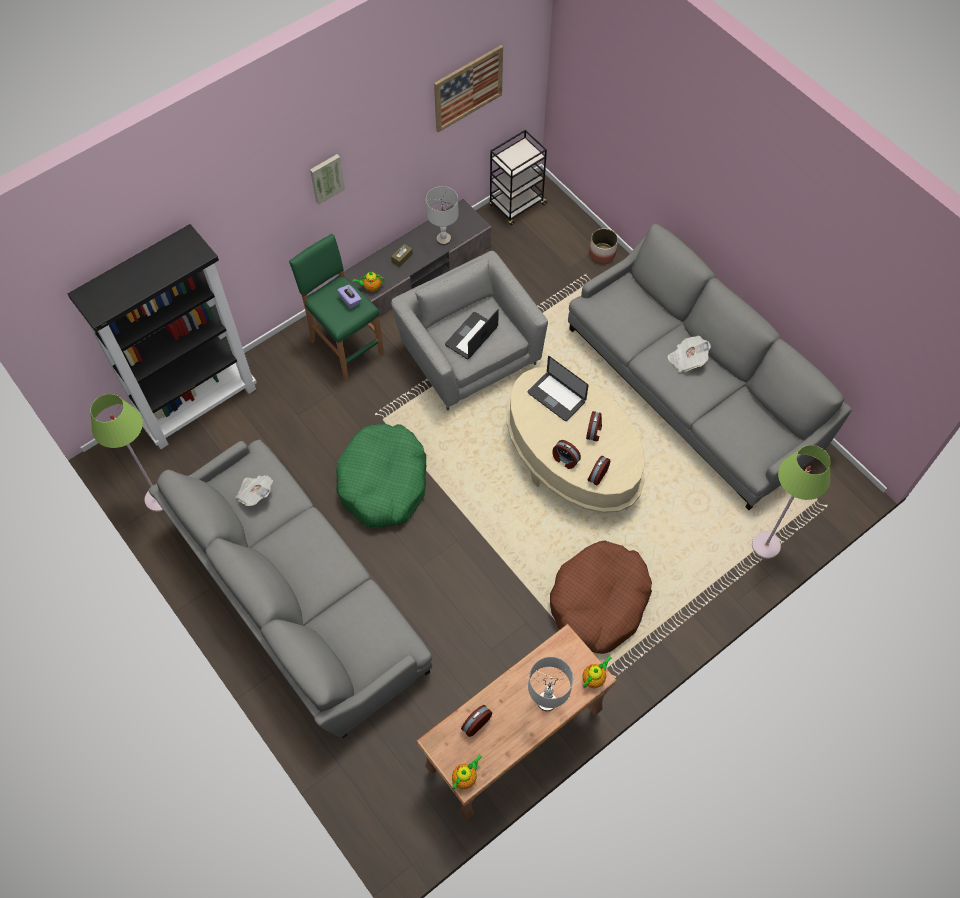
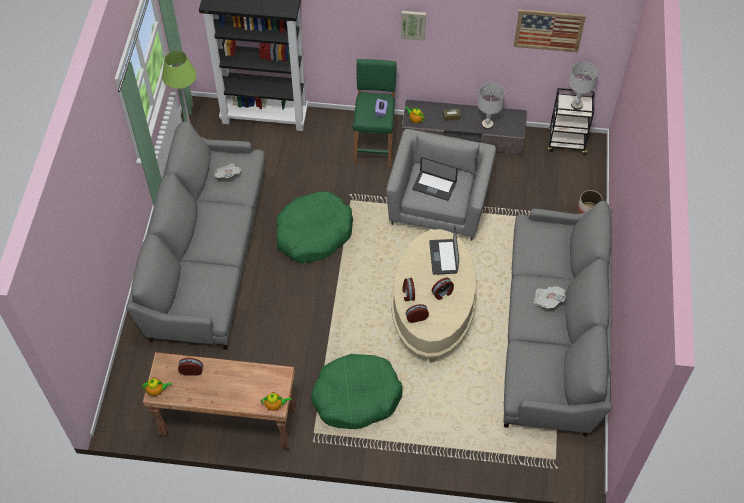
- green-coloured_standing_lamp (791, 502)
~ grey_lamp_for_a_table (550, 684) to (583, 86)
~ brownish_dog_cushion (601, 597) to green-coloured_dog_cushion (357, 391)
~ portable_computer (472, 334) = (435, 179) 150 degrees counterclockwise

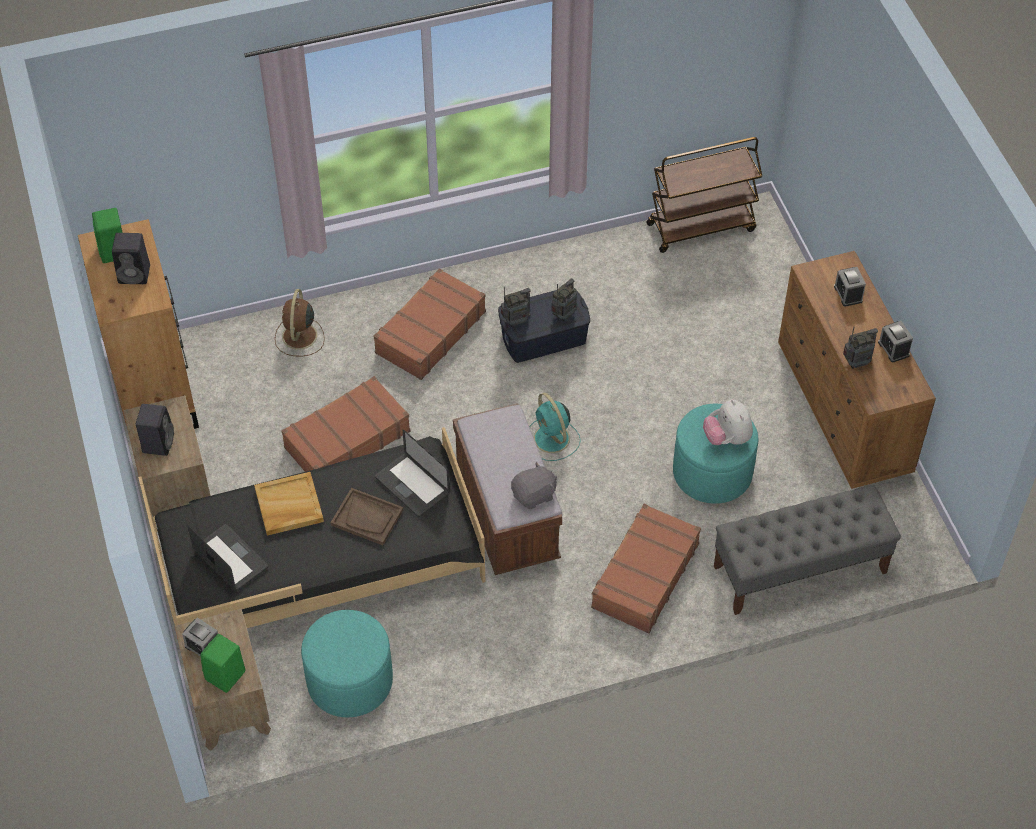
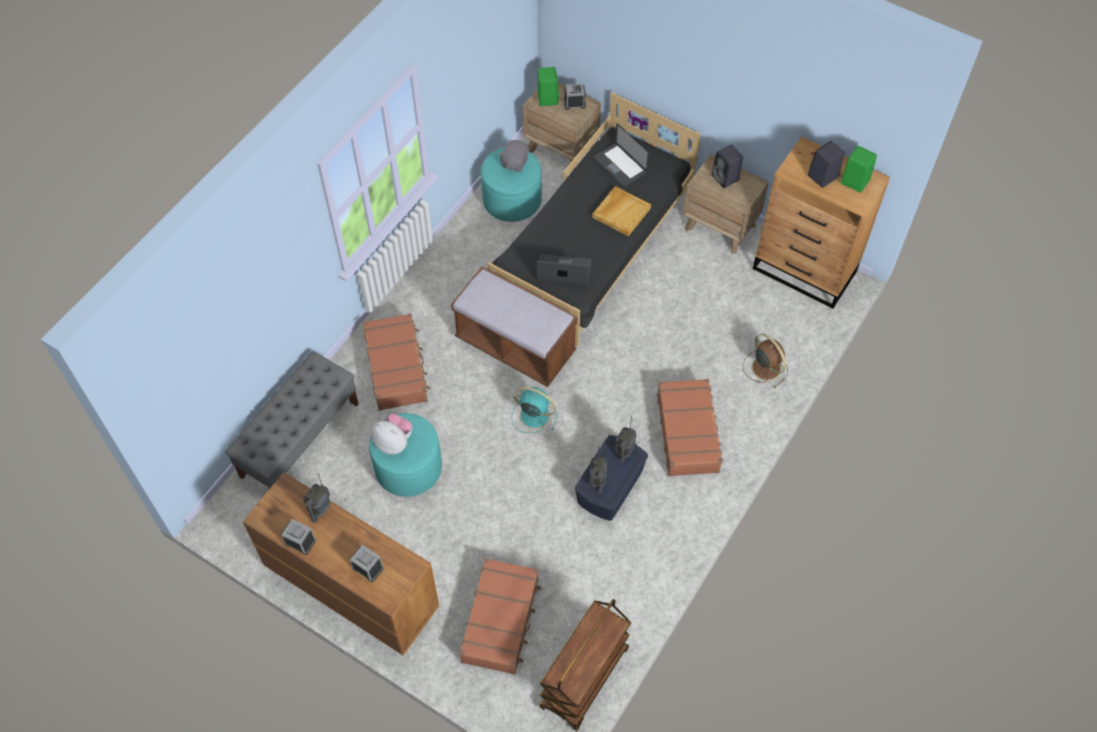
- brownish_serving_tray (367, 516)
~ brownish_piece_of_luggage (346, 424) to (500, 616)
~ grey_cuddly_toy (534, 485) to (514, 156)
~ portable_computer (227, 557) = (621, 155) 45 degrees clockwise

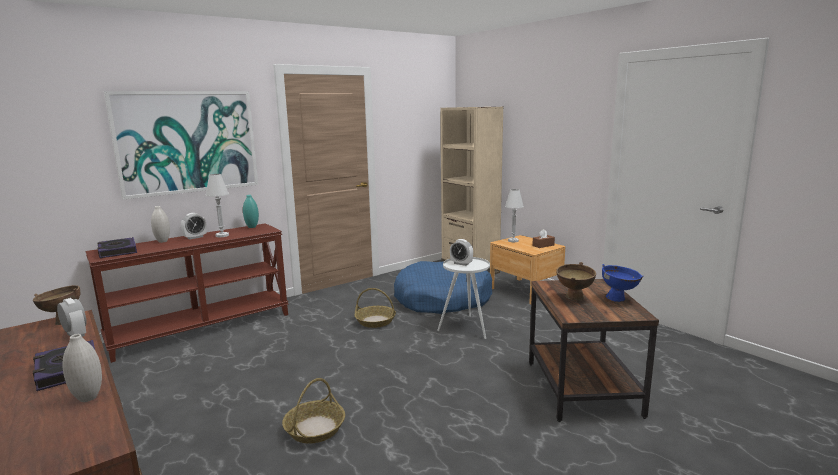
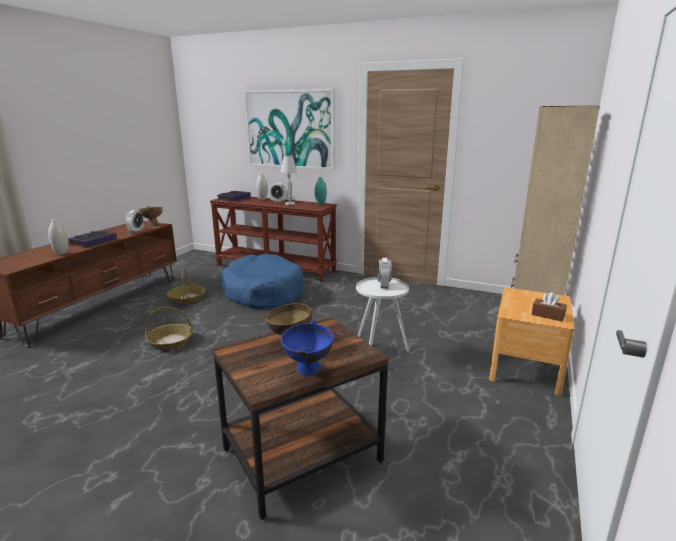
- white_lamp_for_a_table (514, 215)
~ storage_basket (375, 308) to (186, 286)
~ blue-coloured_dog_cushion (443, 287) to (262, 282)

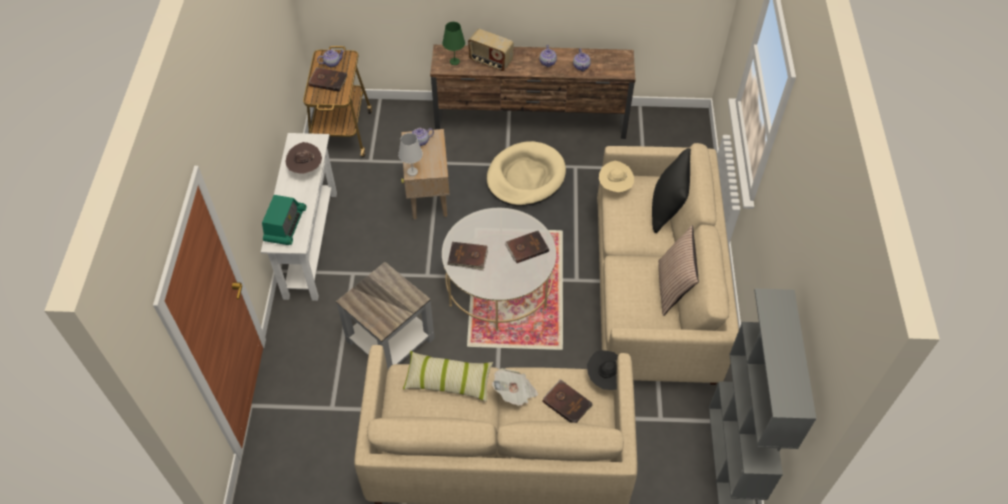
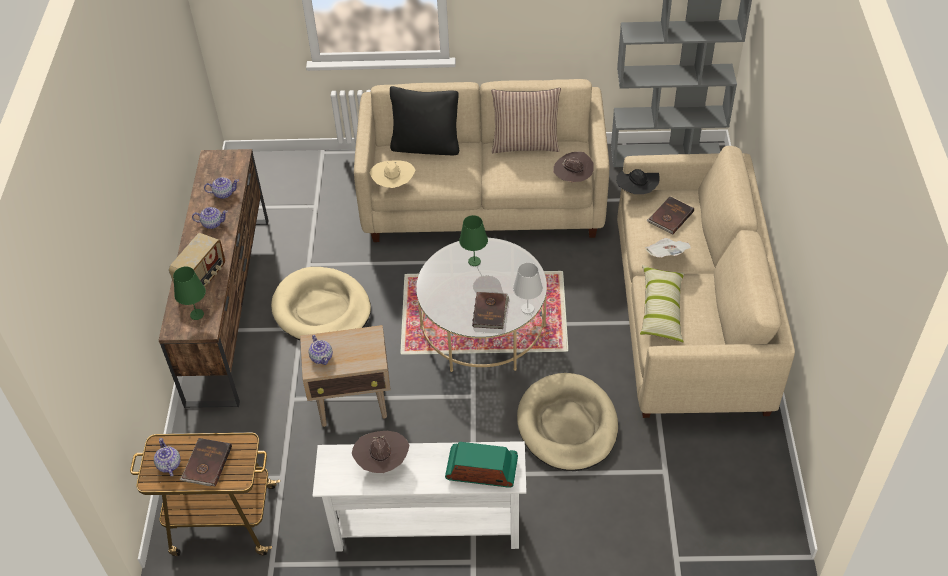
+ brownish_hat (573, 167)
~ white_lamp_for_a_table (410, 154) to (528, 288)
~ grey_accent_table (385, 315) to beige-coloured_dog_cushion (567, 422)
~ brownish_volume (527, 247) to green-coloured_lamp_for_a_table (473, 240)

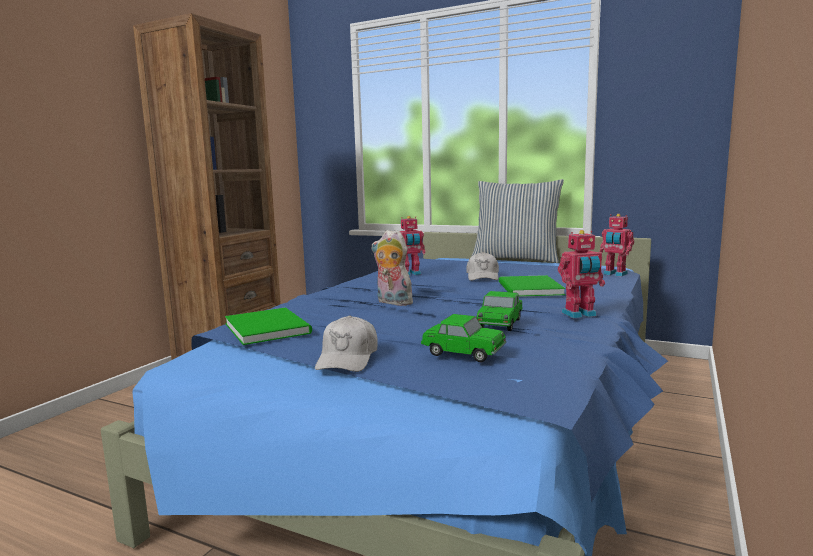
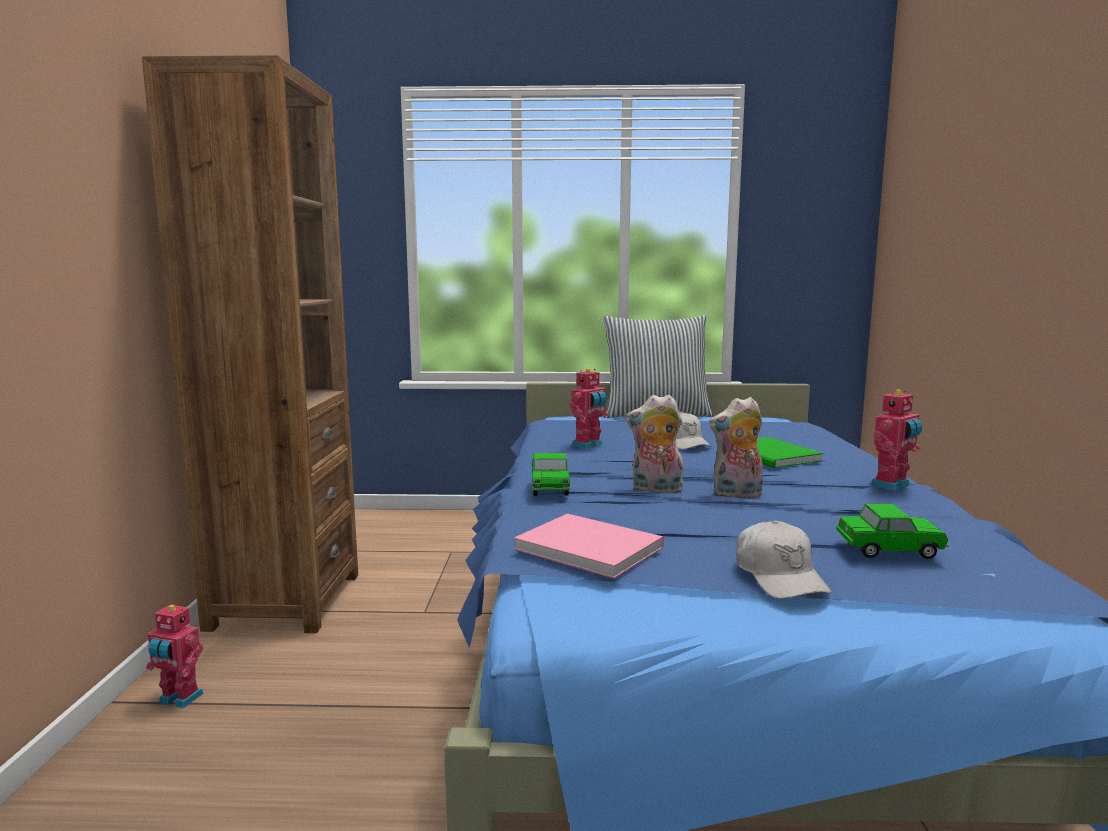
+ cuddly_toy (736, 447)
~ miniature_car (499, 311) to (551, 474)
~ model_robot (616, 245) to (175, 656)
~ green-coloured_volume (268, 326) to pink-coloured_volume (589, 546)

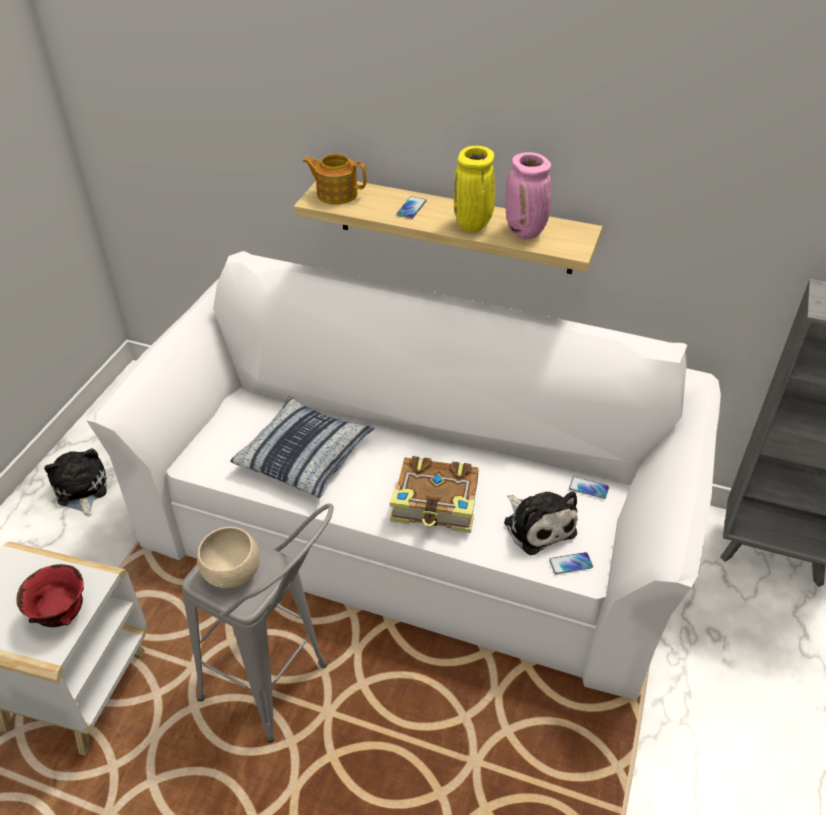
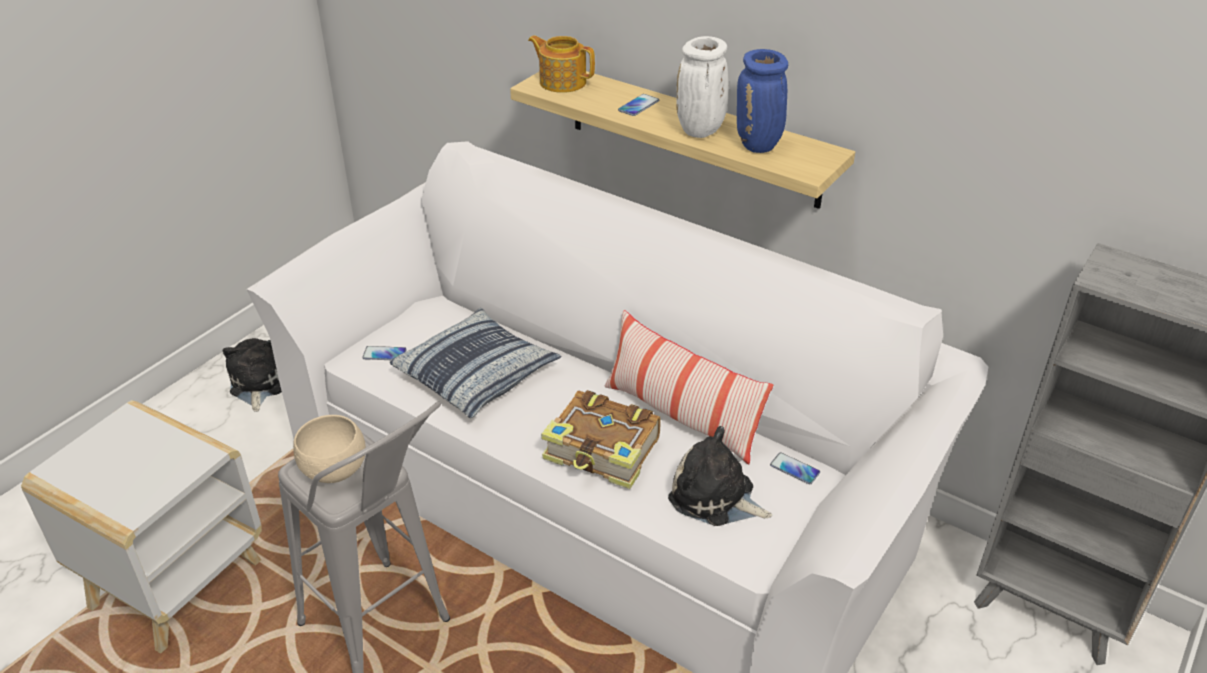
- reddish_deep_dish (50, 595)
+ pillow (689, 387)
~ phone (571, 563) to (384, 353)
~ yellowish_decorative_vase (474, 189) to white_decorative_vase (702, 87)
~ pink-coloured_decorative_vase (528, 195) to blue-coloured_decorative_vase (762, 101)
~ cuddly_toy (540, 523) = (720, 476) 135 degrees clockwise

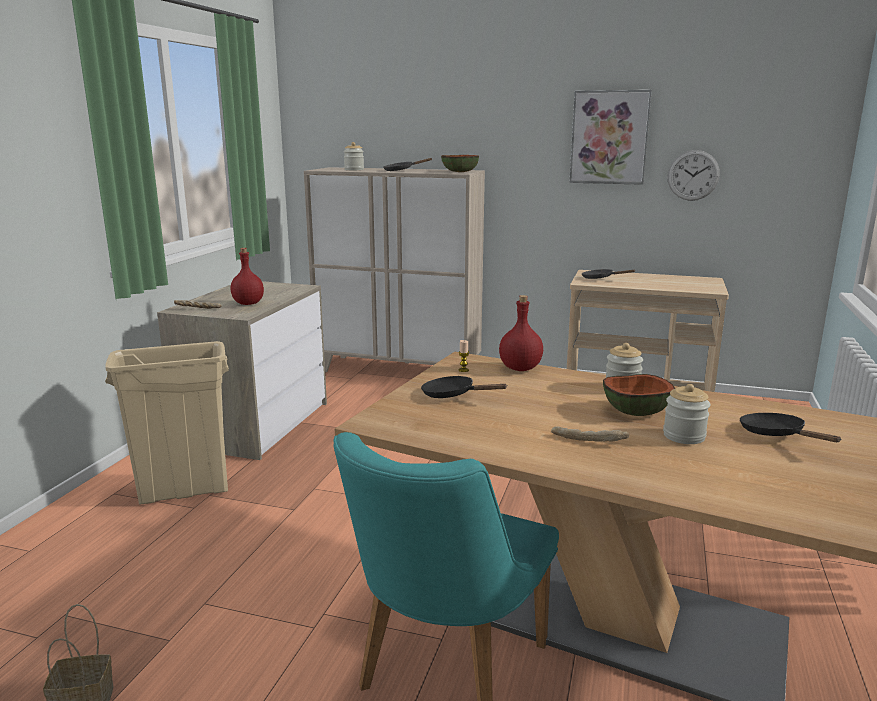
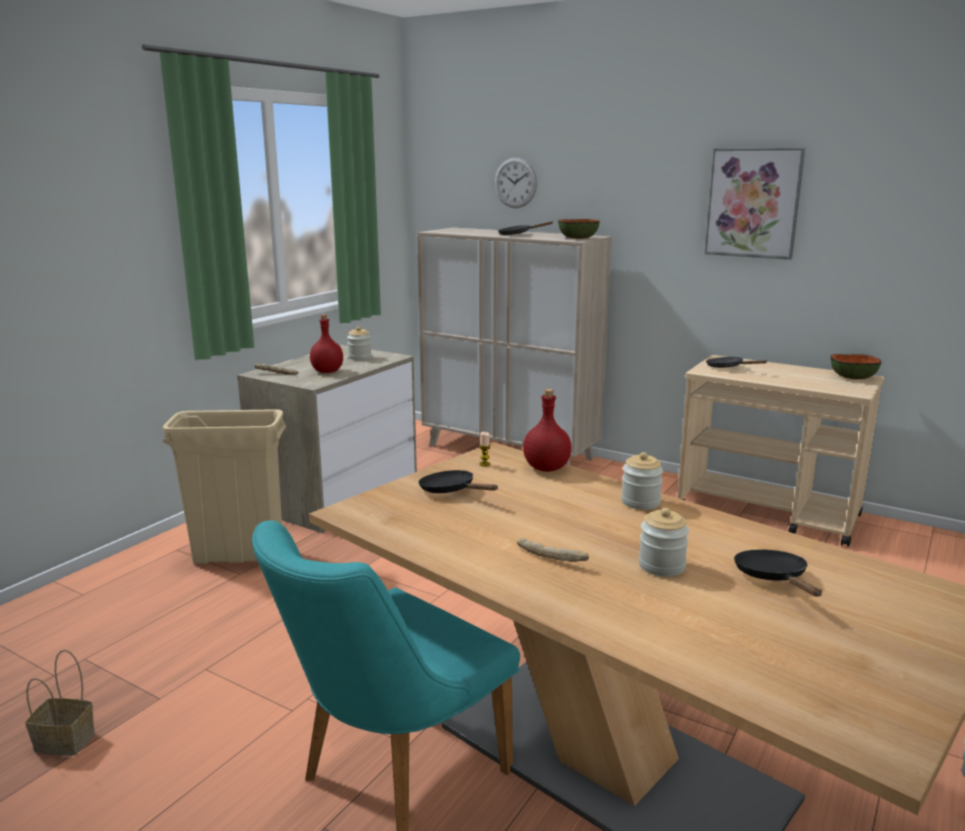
~ jar (354, 156) to (359, 343)
~ deep_dish (639, 395) to (855, 366)
~ hanging_clock (694, 175) to (515, 182)

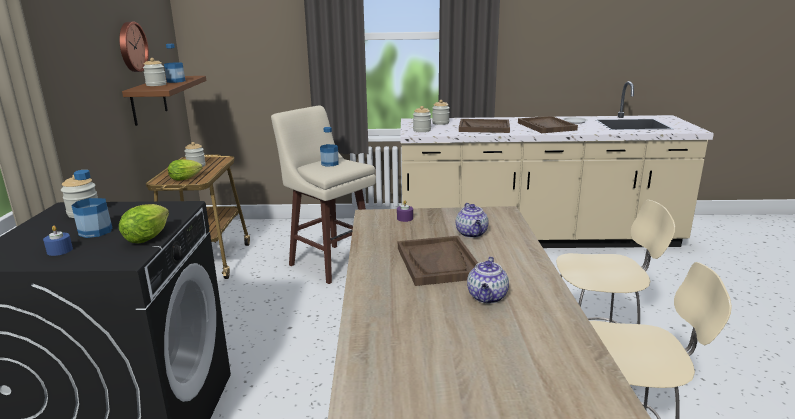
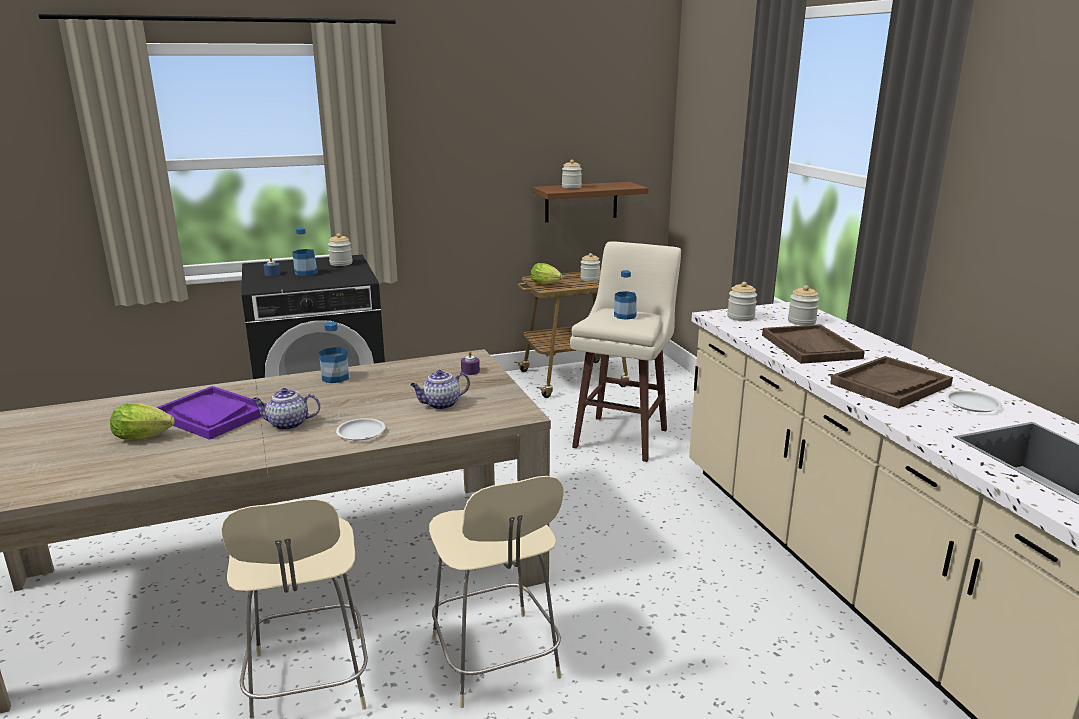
- hanging_clock (134, 47)
- brownish_serving_tray (438, 261)
+ purple_serving_tray (211, 413)
+ white_plate (360, 429)
~ lettuce_head (144, 223) to (142, 421)
~ beverage_bottle (175, 63) to (334, 352)

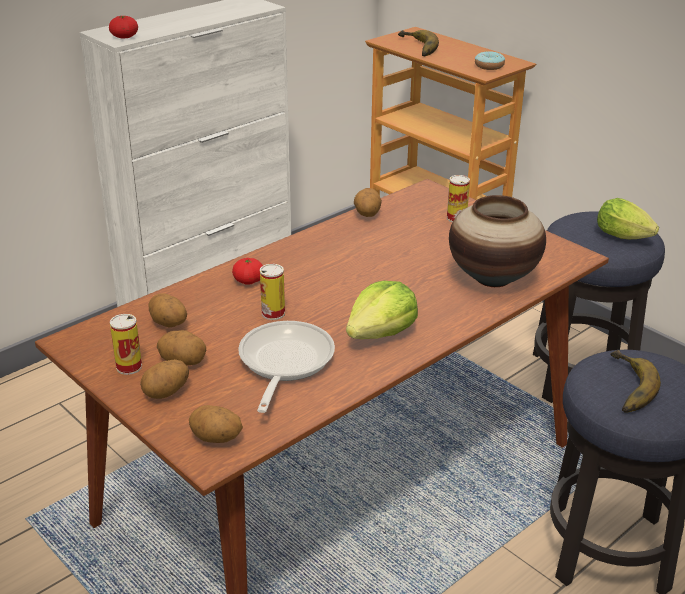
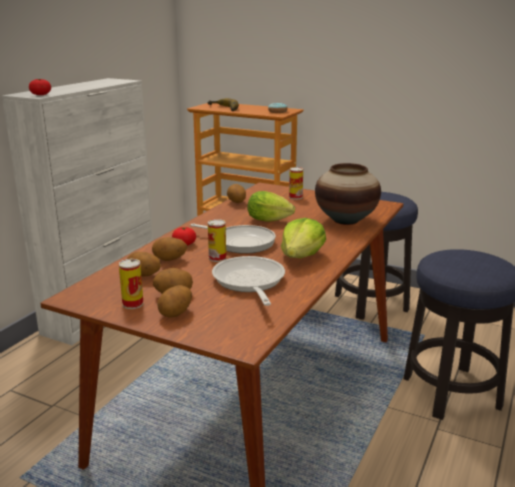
- banana_fruit (635, 381)
+ pan (233, 239)
~ whole_potato (216, 424) to (169, 249)
~ lettuce_head (628, 218) to (271, 206)

